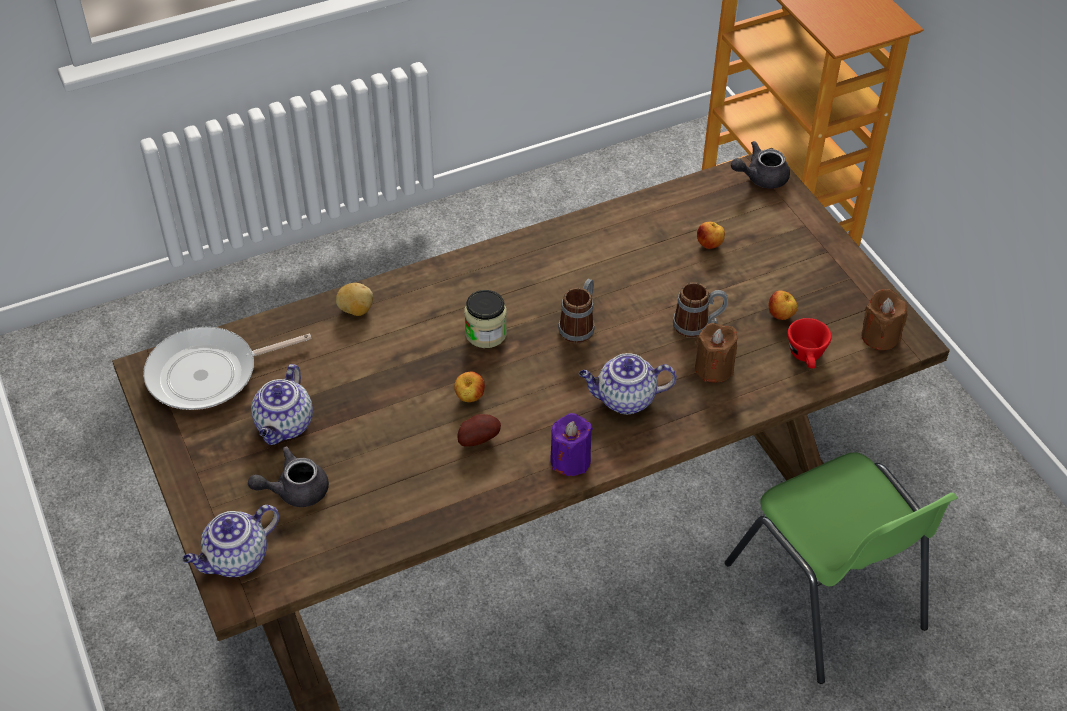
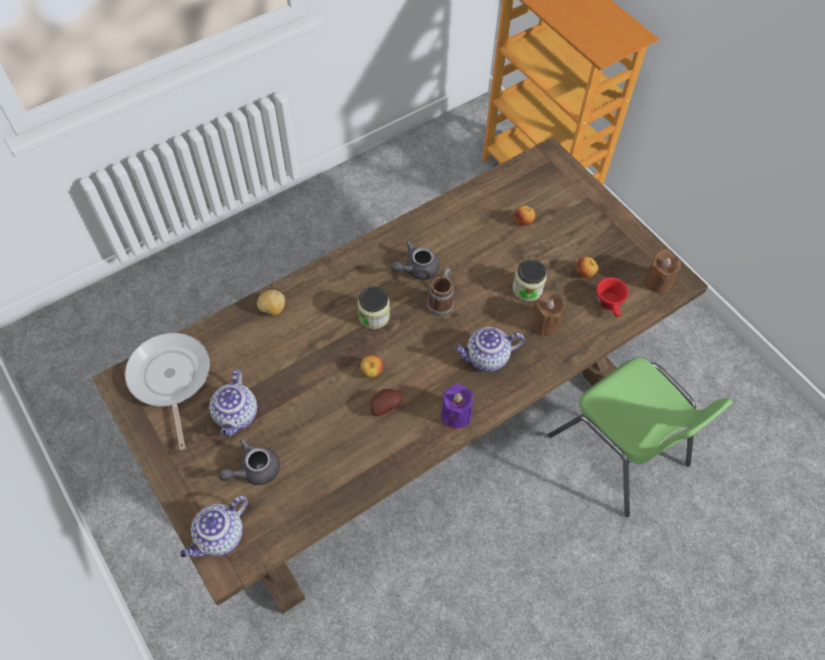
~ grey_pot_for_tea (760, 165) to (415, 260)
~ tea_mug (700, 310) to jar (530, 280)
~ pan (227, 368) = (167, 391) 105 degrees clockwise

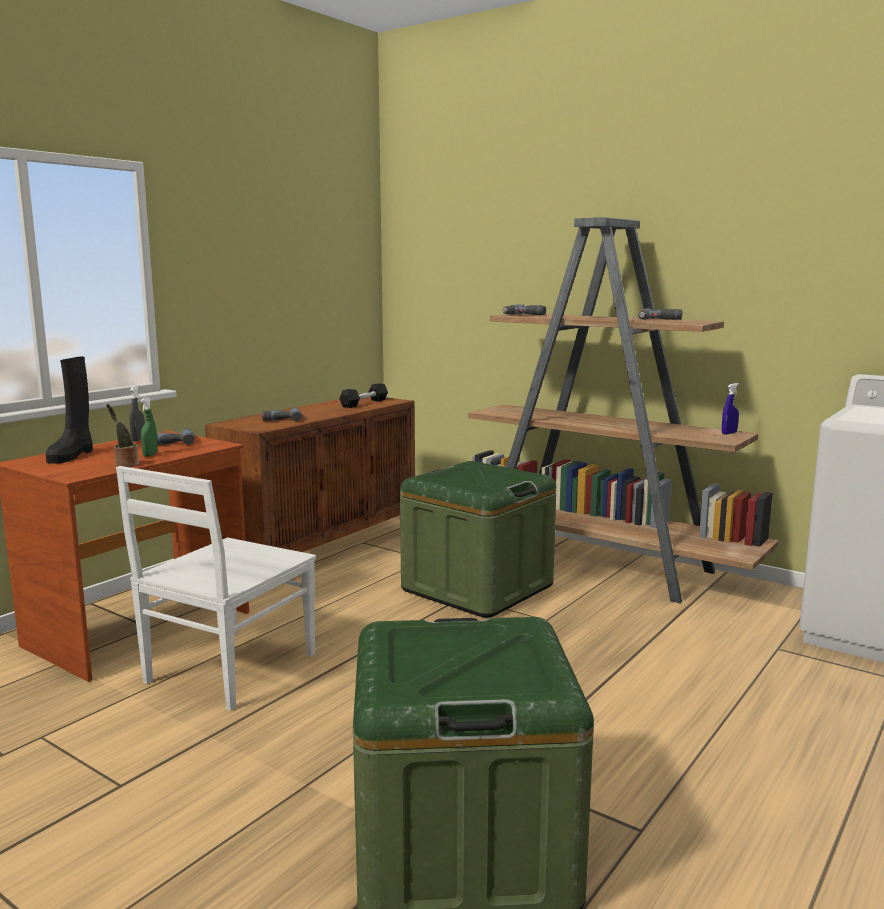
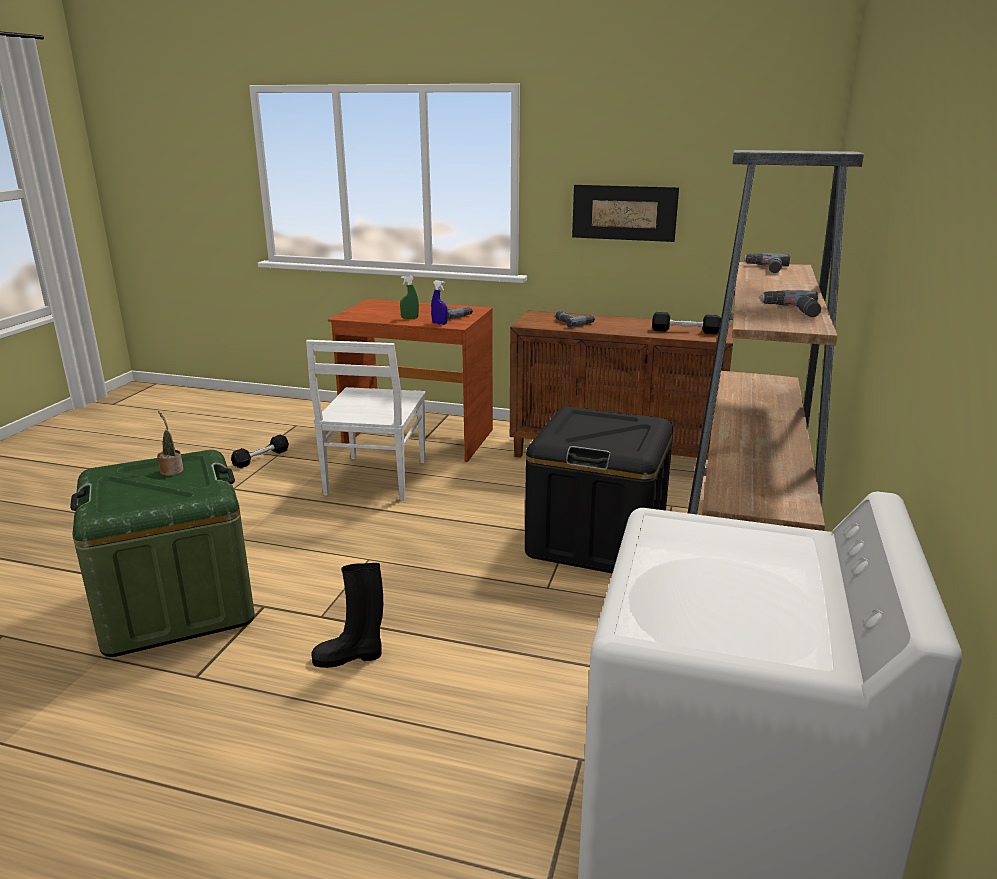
- grey_sprayer (137, 413)
+ blackish_free_weight (260, 451)
+ wall_picture (625, 213)
~ blackish_tall_boot (69, 410) to (347, 615)
~ plant_in_a_pot (122, 435) to (170, 443)
~ blue-coloured_sprayer (730, 409) to (439, 302)
~ green-coloured_storage_container (478, 539) to blackish_storage_container (599, 489)
~ white_upright_chair (216, 588) = (366, 420) 90 degrees counterclockwise

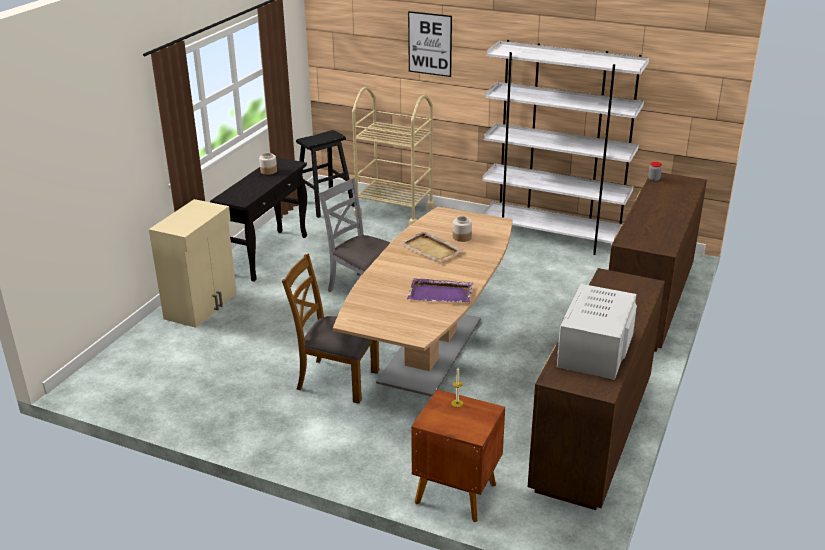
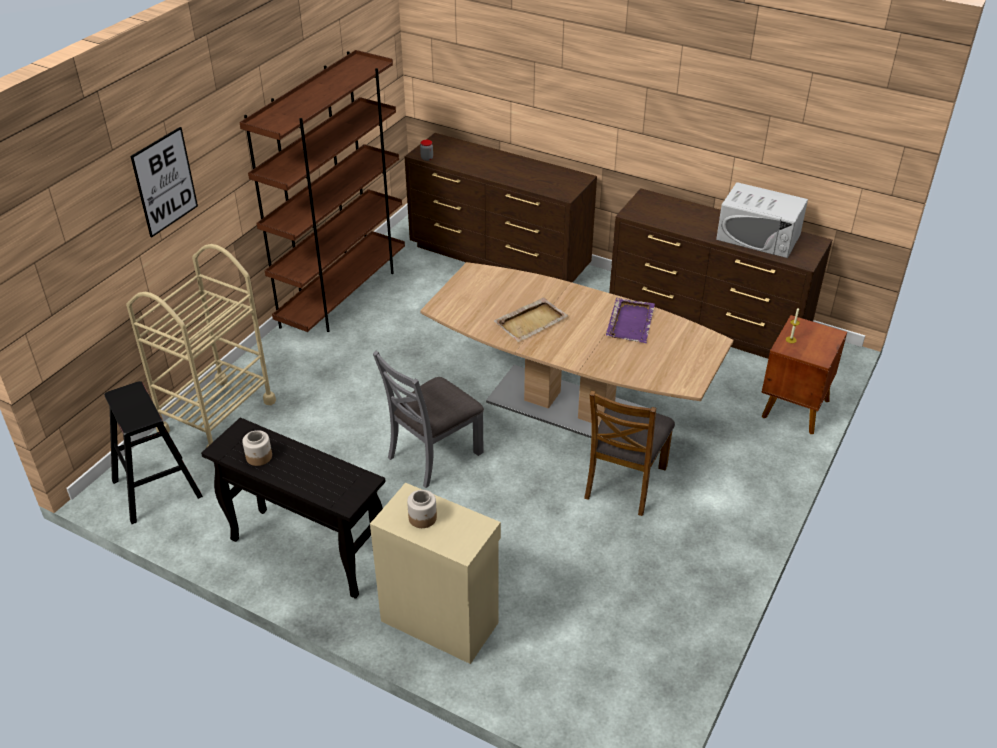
~ jar (462, 229) to (422, 509)
~ white_shelving_unit (565, 147) to brownish_shelving_unit (322, 191)

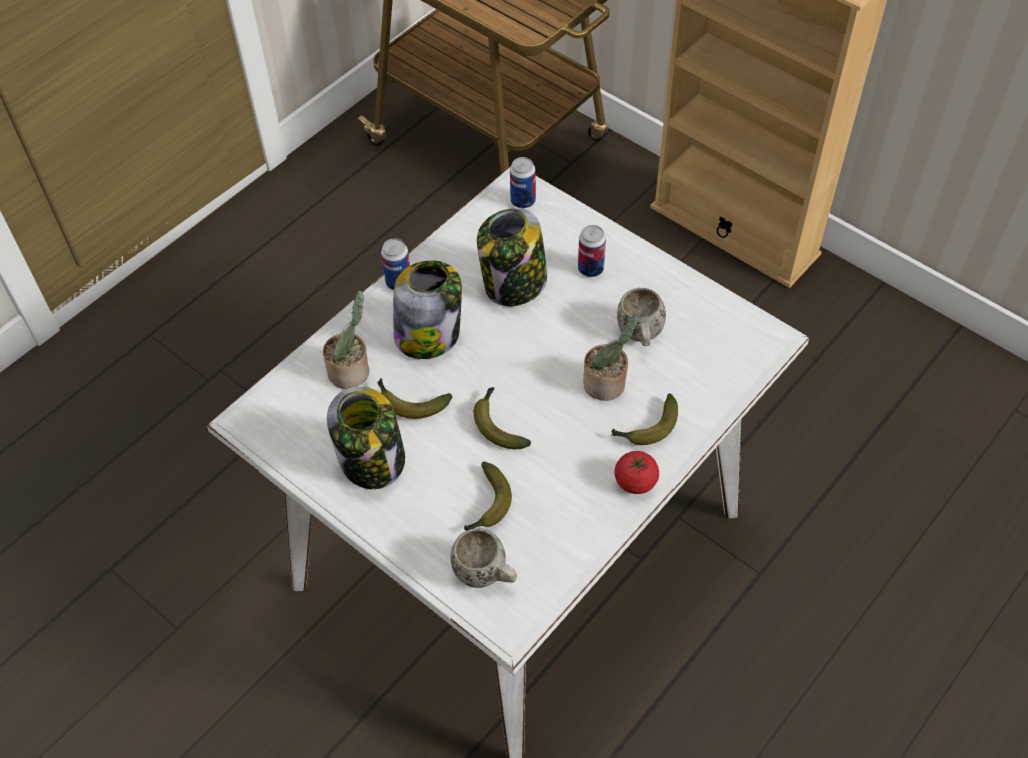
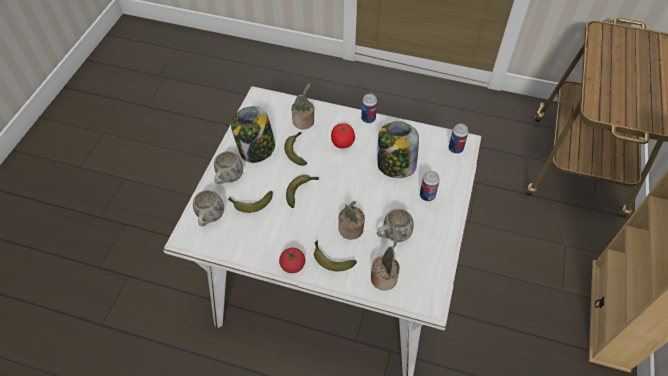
+ white_tea_mug (228, 167)
+ plant_in_a_pot (385, 258)
~ jar (427, 309) to fresh_tomato (343, 136)

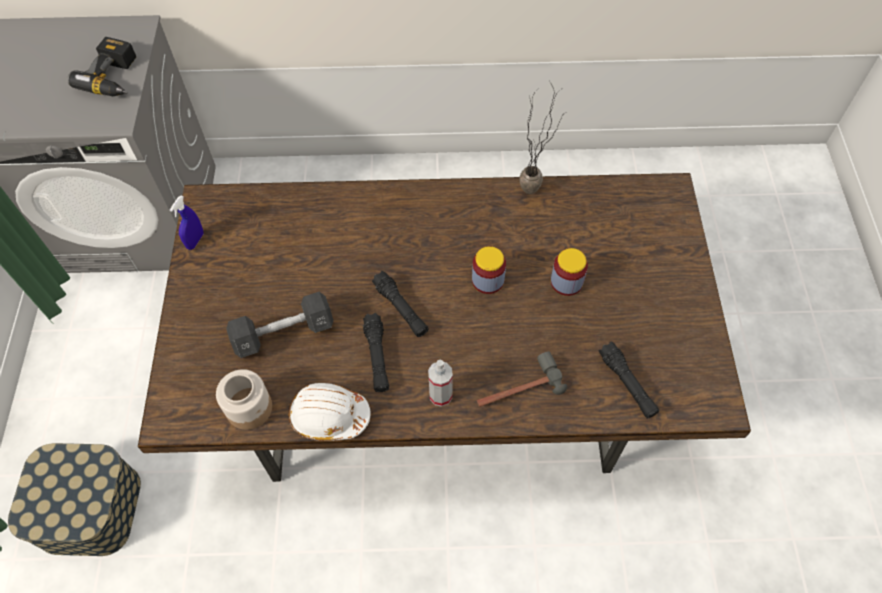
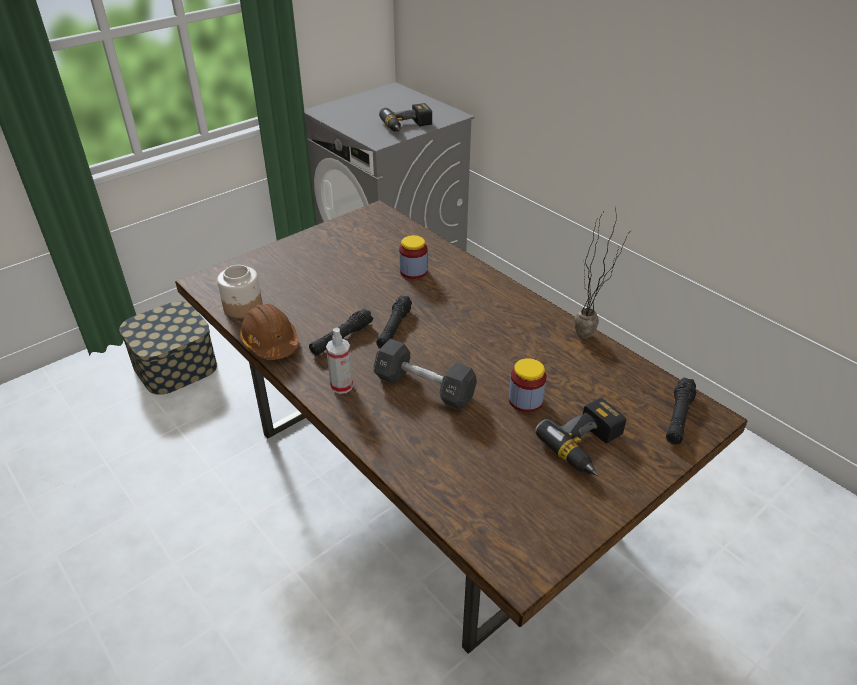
- blue-coloured_sprayer (187, 223)
- hammer (521, 379)
+ power_drill (580, 436)
~ blackish_free_weight (280, 325) to (425, 374)
~ jar (489, 270) to (413, 257)
~ blackish_hand_torch (629, 380) to (681, 411)
~ white_safety_helmet (330, 412) to brownish_safety_helmet (269, 332)

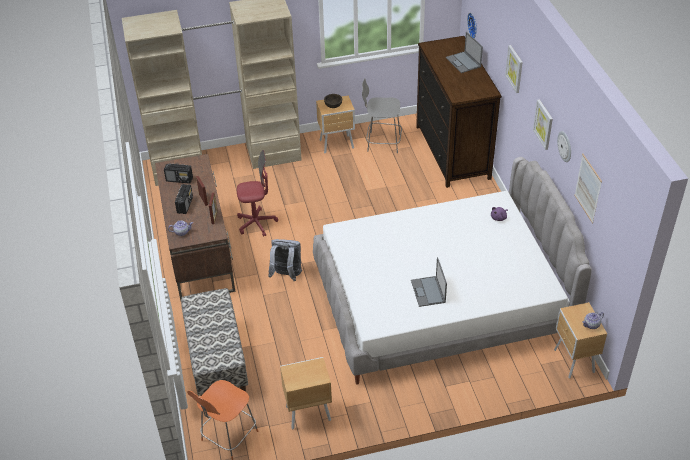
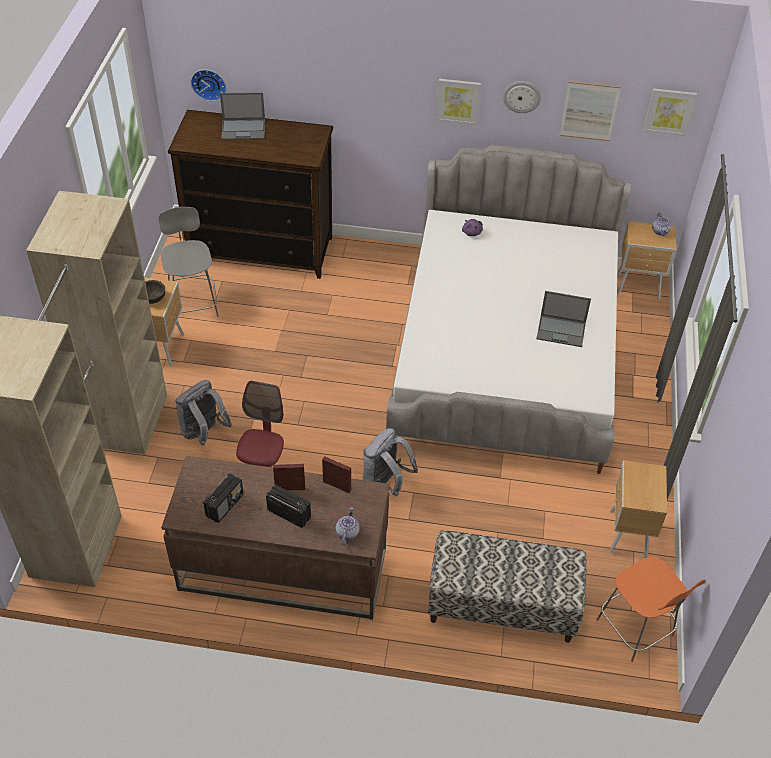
+ grey_rucksack (204, 413)
~ wall_picture (514, 69) to (670, 112)
~ grey_upright_chair (382, 115) = (188, 262) 135 degrees clockwise

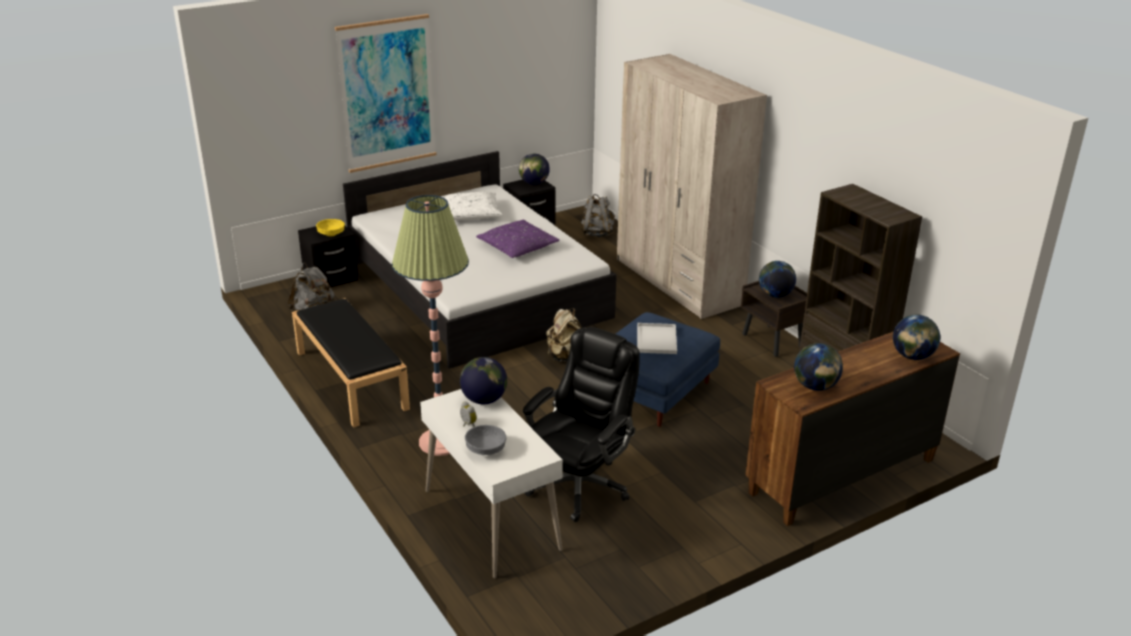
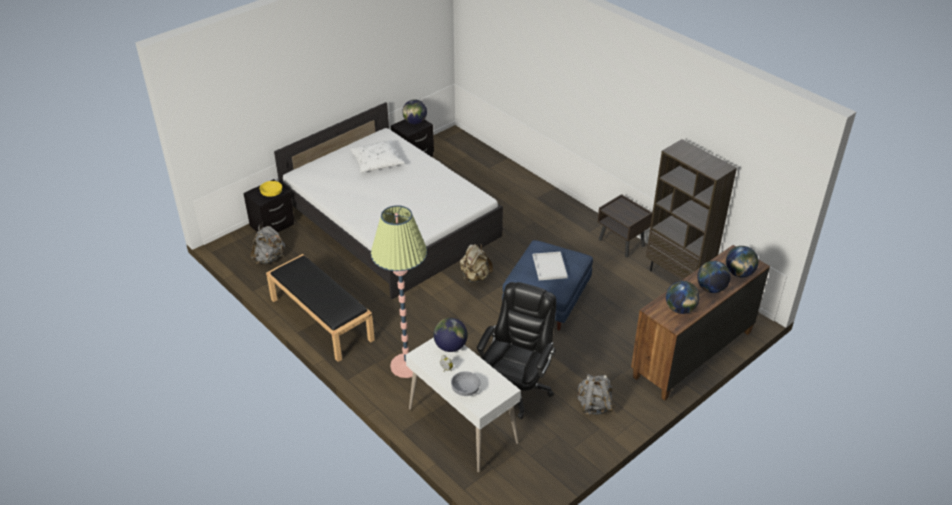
- wall_picture (385, 93)
- purple_pillow (517, 238)
- beige-coloured_wardrobe (692, 186)
~ grey_rucksack (598, 215) to (596, 394)
~ world_globe (777, 279) to (714, 277)

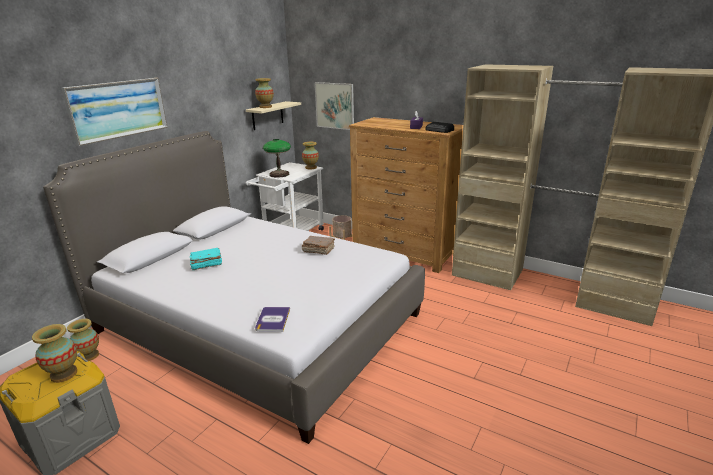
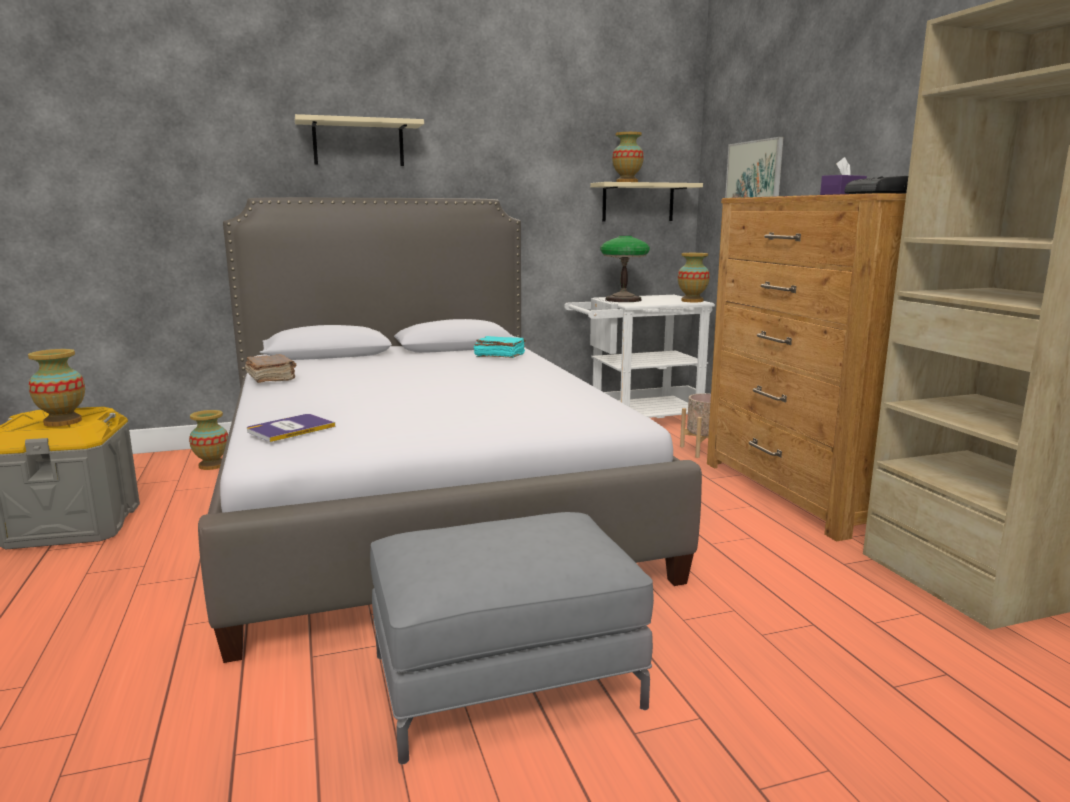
+ grey_ottoman (512, 638)
~ turquoise-coloured_volume (206, 259) to (500, 347)
~ brownish_volume (318, 245) to (270, 368)
~ wall_picture (114, 112) to beige-coloured_bracket_shelf (359, 140)

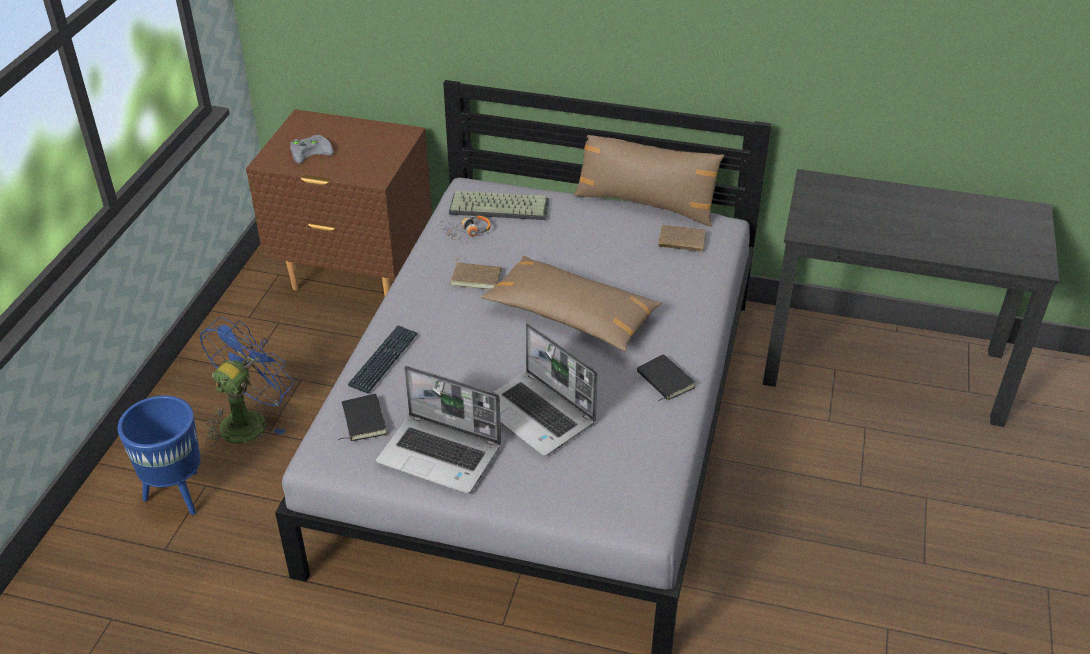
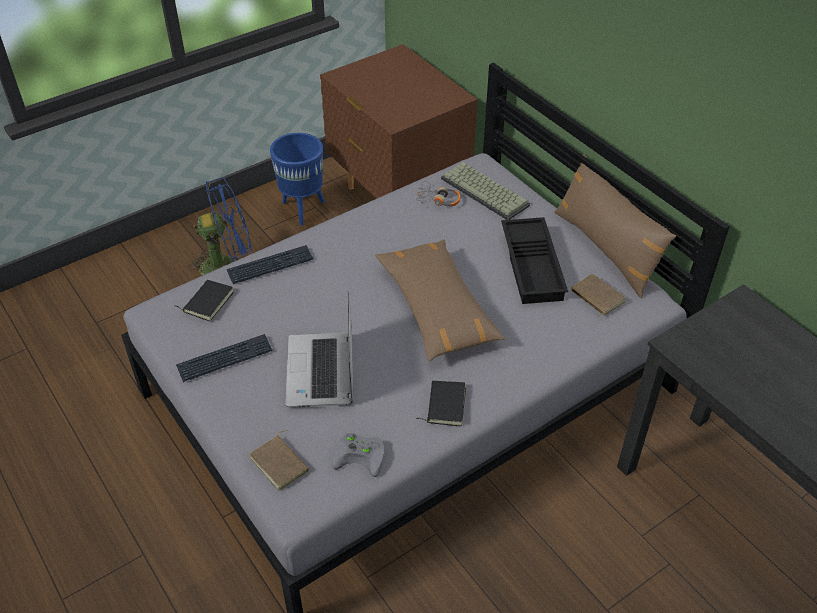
+ blackish_serving_tray (534, 260)
~ blue-coloured_flower_pot (159, 455) to (297, 179)
~ grey_joypad (312, 149) to (358, 455)
~ brownish_volume (475, 273) to (279, 460)
~ portable_computer (438, 430) to PC_keyboard (224, 358)

